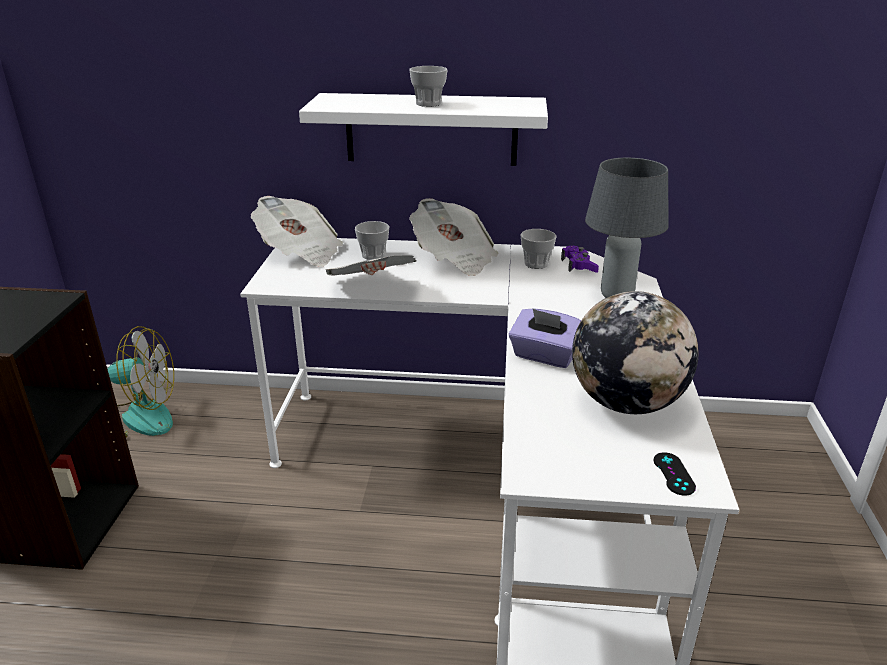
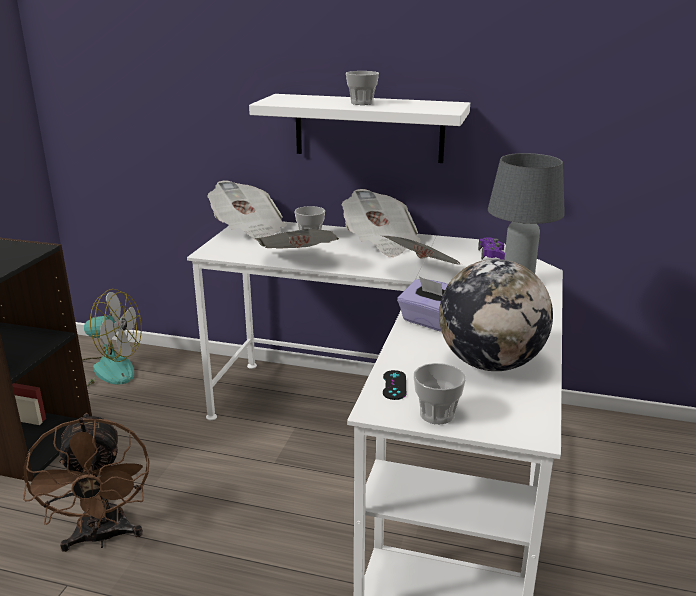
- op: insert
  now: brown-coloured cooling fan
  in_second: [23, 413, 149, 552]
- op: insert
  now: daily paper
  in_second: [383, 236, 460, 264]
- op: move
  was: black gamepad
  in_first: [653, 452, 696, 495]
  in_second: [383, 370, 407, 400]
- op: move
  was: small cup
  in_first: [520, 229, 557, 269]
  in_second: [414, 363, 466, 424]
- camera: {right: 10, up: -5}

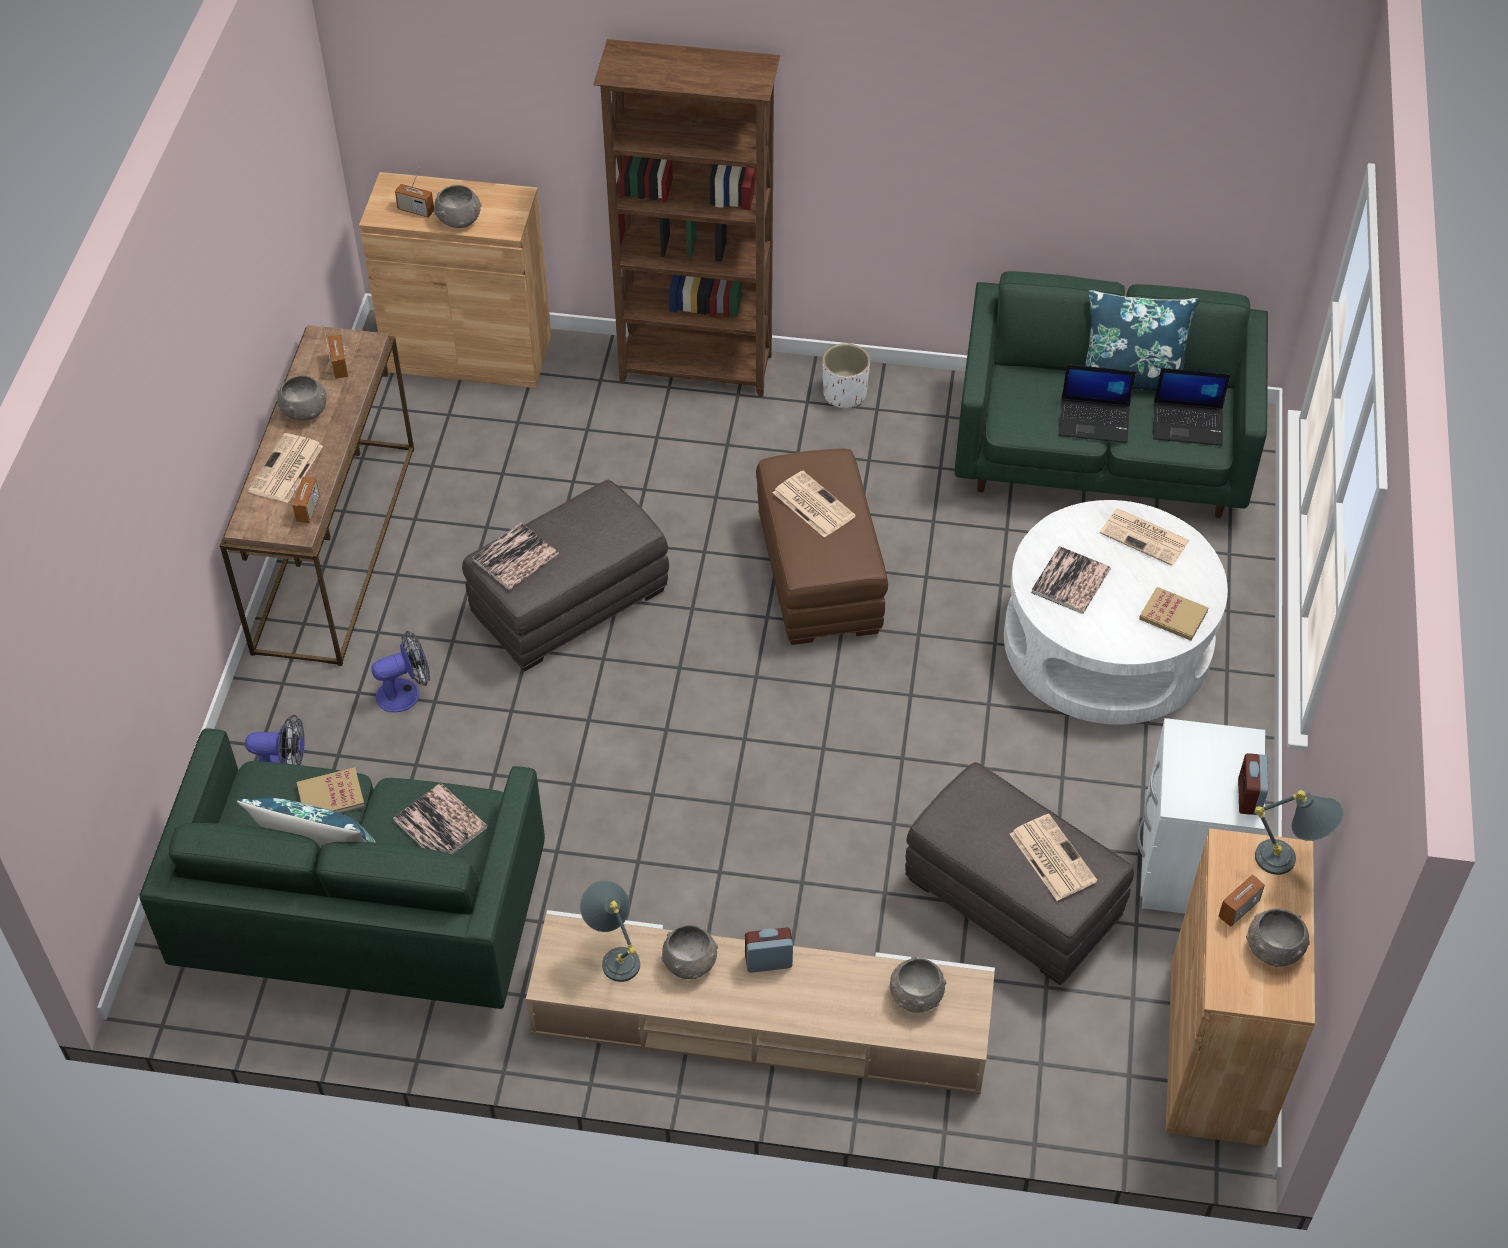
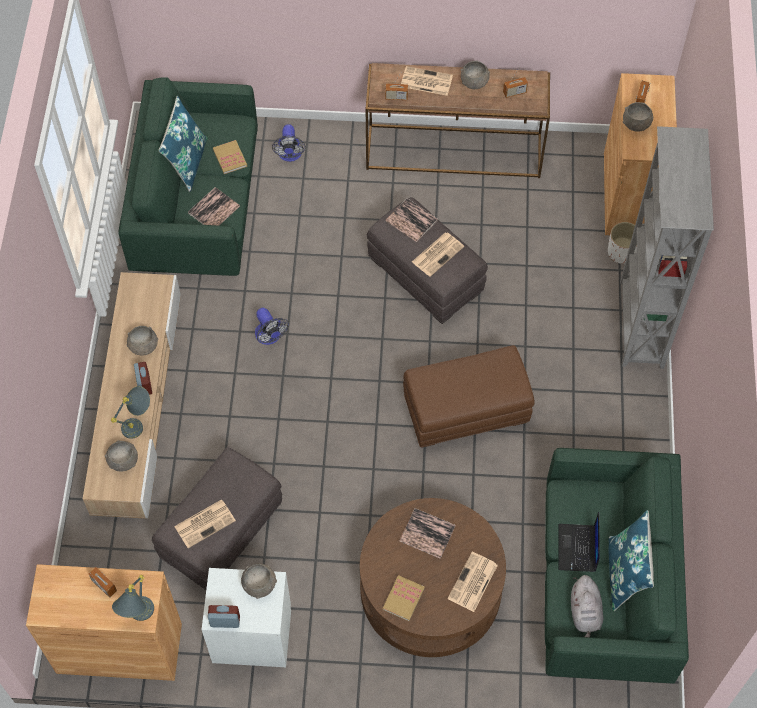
- op: move
  was: grey tabletop lamp
  in_first: [580, 880, 640, 982]
  in_second: [111, 386, 150, 439]
- op: move
  was: grey bowl
  in_first: [1246, 908, 1310, 967]
  in_second: [241, 563, 277, 599]
- op: move
  was: cooling fan
  in_first: [371, 631, 430, 712]
  in_second: [255, 308, 289, 345]
- op: recolor
  was: white lounge table
  now: brown-coloured lounge table
  in_first: [1004, 500, 1228, 725]
  in_second: [360, 498, 506, 657]
- op: move
  was: daily paper
  in_first: [773, 471, 856, 538]
  in_second: [412, 232, 464, 277]
- op: replace
  was: laptop
  now: grey cuddly toy
  in_first: [1153, 368, 1231, 446]
  in_second: [571, 575, 604, 637]
- op: move
  was: white flower pot
  in_first: [822, 343, 870, 408]
  in_second: [608, 222, 637, 264]
- op: recolor
  was: brown-coloured bookcase
  now: grey bookcase
  in_first: [593, 39, 780, 397]
  in_second: [620, 126, 714, 369]
- camera: {right: 85, up: 10}

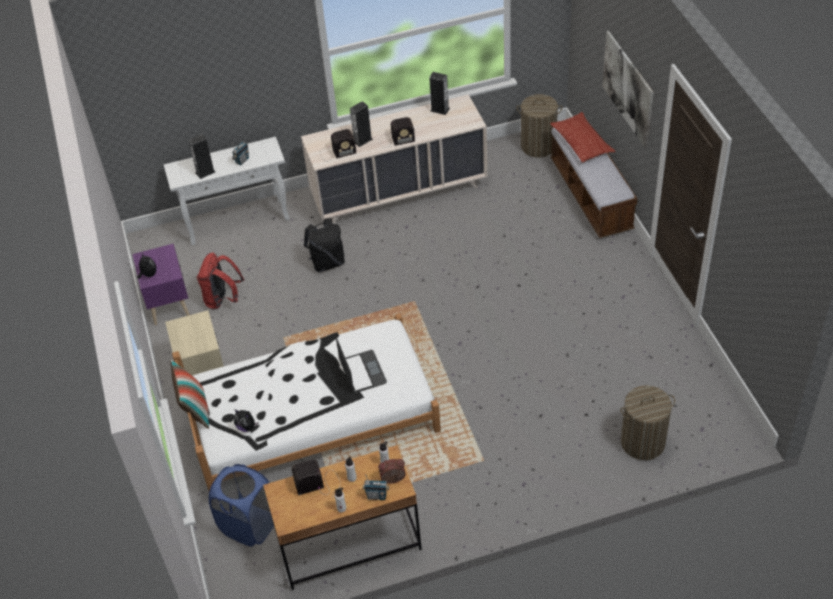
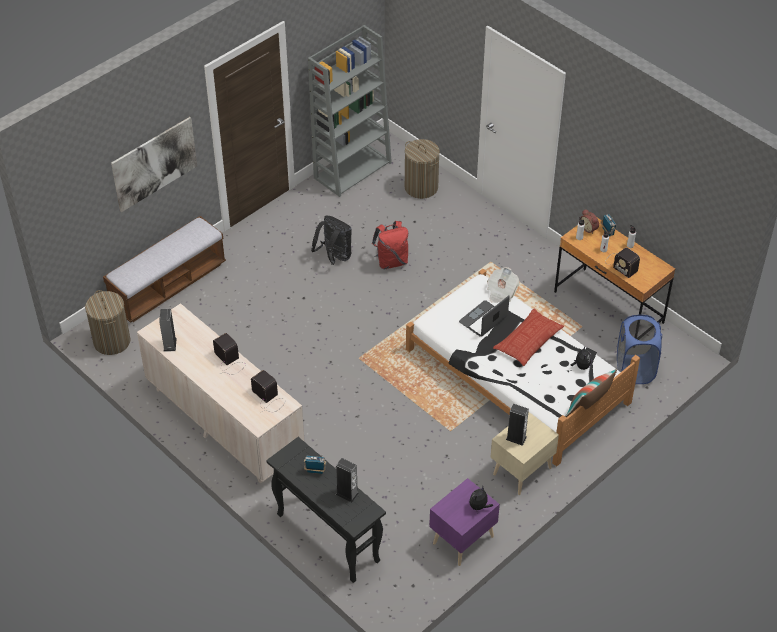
- op: recolor
  was: white hall table
  now: black hall table
  in_first: [164, 137, 290, 245]
  in_second: [266, 437, 386, 583]
- op: insert
  now: grey bookcase
  in_second: [308, 25, 392, 197]
- op: move
  was: black backpack
  in_first: [304, 219, 345, 272]
  in_second: [311, 216, 352, 265]
- op: move
  was: reddish backpack
  in_first: [197, 252, 244, 310]
  in_second: [372, 221, 408, 269]
- op: insert
  now: daily paper
  in_second: [487, 267, 520, 303]
- op: move
  was: cushion
  in_first: [550, 112, 615, 163]
  in_second: [493, 308, 564, 366]
- op: move
  was: speaker
  in_first: [350, 101, 373, 147]
  in_second: [506, 404, 529, 446]
- camera: {right: -120, up: 0}

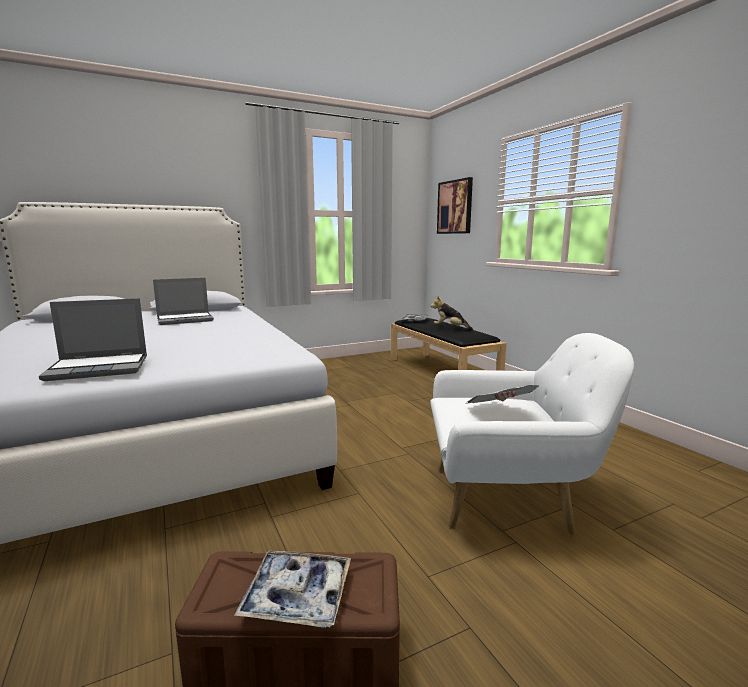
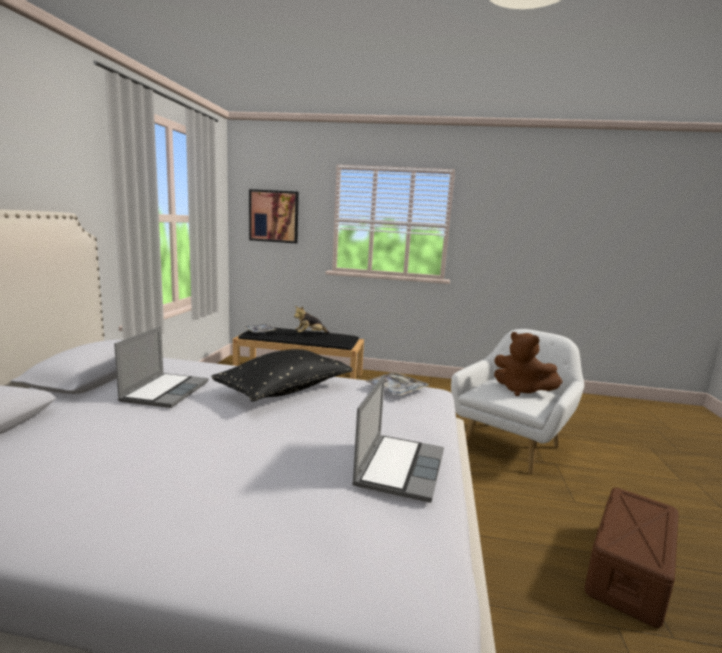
- op: insert
  now: black cushion
  in_second: [211, 349, 352, 402]
- op: move
  was: serving tray
  in_first: [234, 551, 351, 628]
  in_second: [366, 372, 429, 396]
- op: replace
  was: daily paper
  now: brown-coloured cuddly toy
  in_first: [468, 385, 539, 403]
  in_second: [494, 332, 562, 396]
- camera: {right: -55, up: 0}

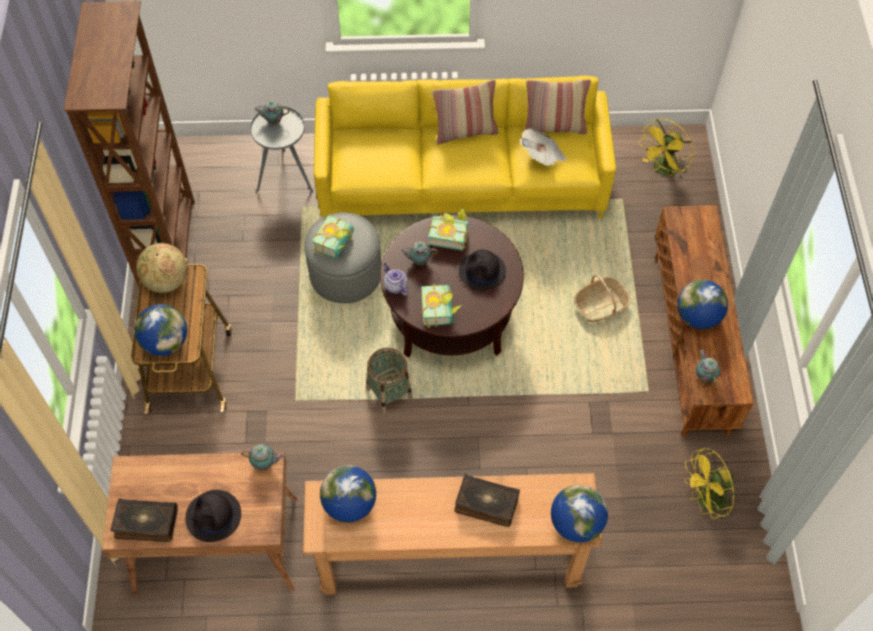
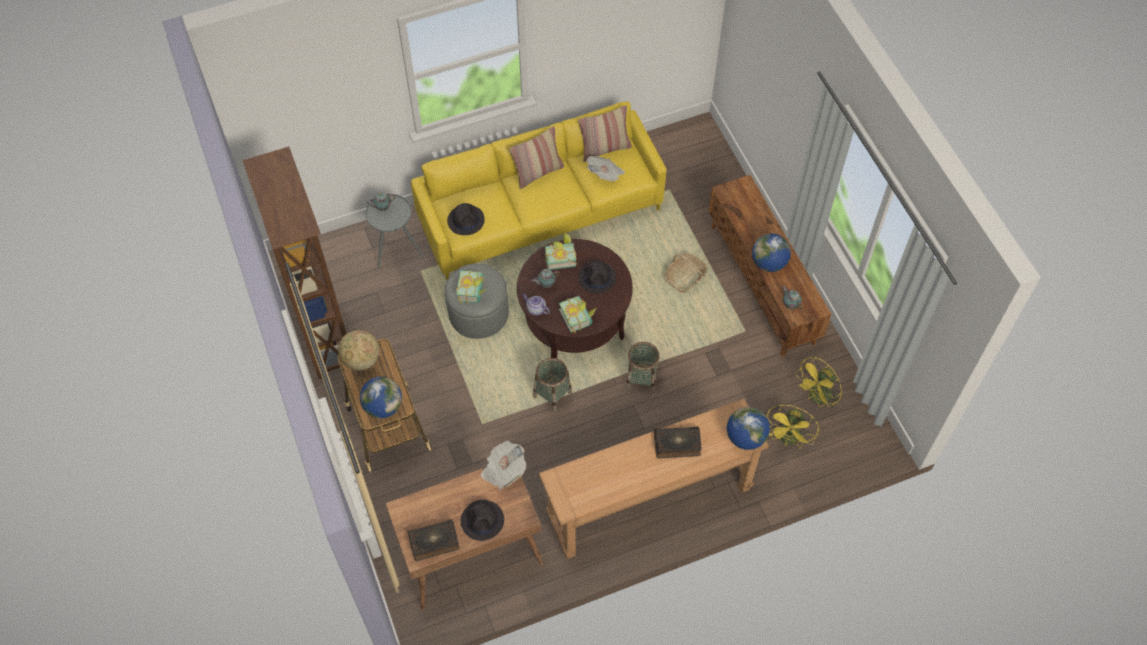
- op: insert
  now: black hat
  in_second: [447, 203, 485, 235]
- op: replace
  was: pot for tea
  now: daily paper
  in_first: [241, 444, 284, 470]
  in_second: [481, 441, 526, 490]
- op: insert
  now: household basket
  in_second: [626, 342, 659, 393]
- op: move
  was: yellow-coloured cooling fan
  in_first: [639, 119, 694, 180]
  in_second: [767, 405, 819, 448]
- op: delete
  was: globe
  in_first: [320, 465, 376, 522]
- camera: {right: -20, up: 0}

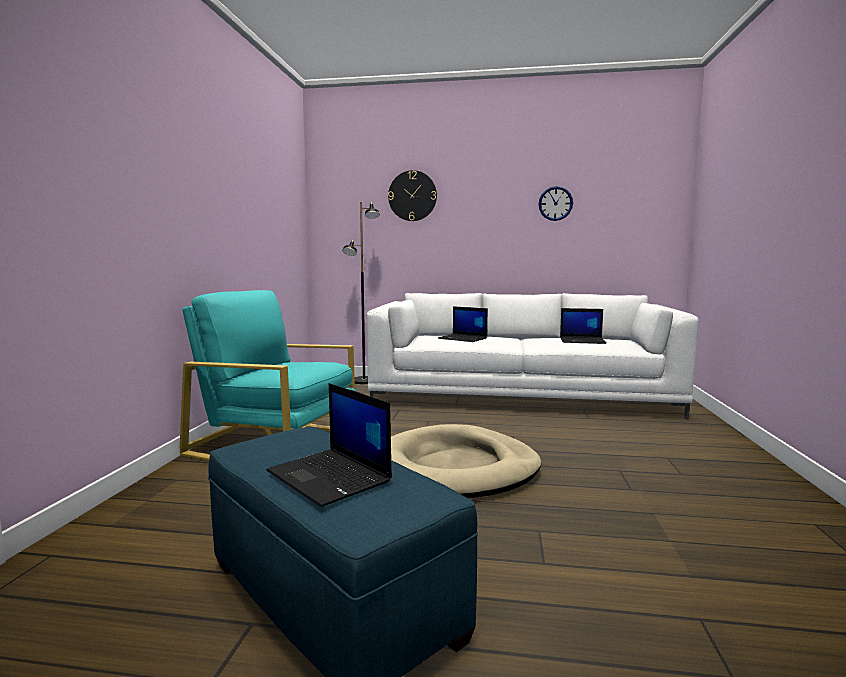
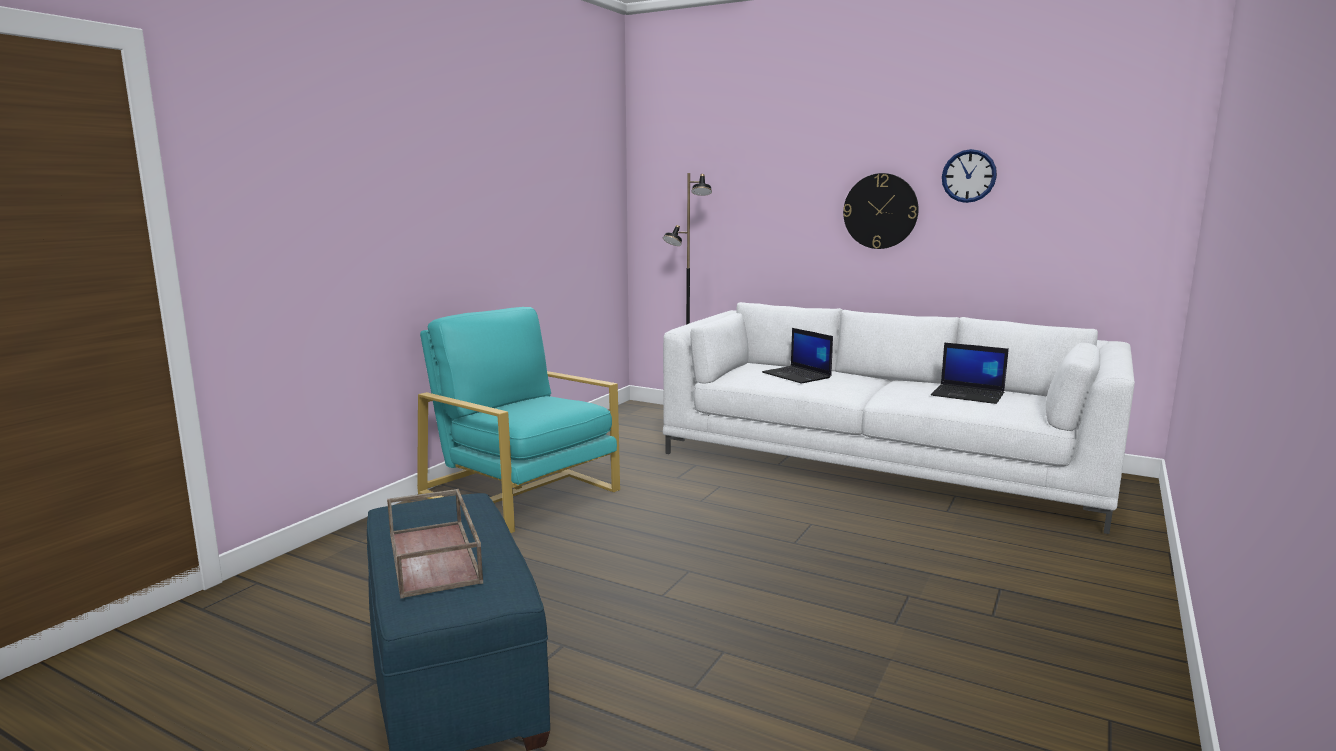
- op: replace
  was: laptop
  now: brown-coloured serving tray
  in_first: [266, 383, 392, 507]
  in_second: [387, 489, 483, 599]
- op: move
  was: wall clock
  in_first: [388, 170, 437, 221]
  in_second: [843, 173, 919, 249]
- op: delete
  was: sand-coloured dog bed
  in_first: [391, 424, 541, 498]
- camera: {right: 20, up: 5}

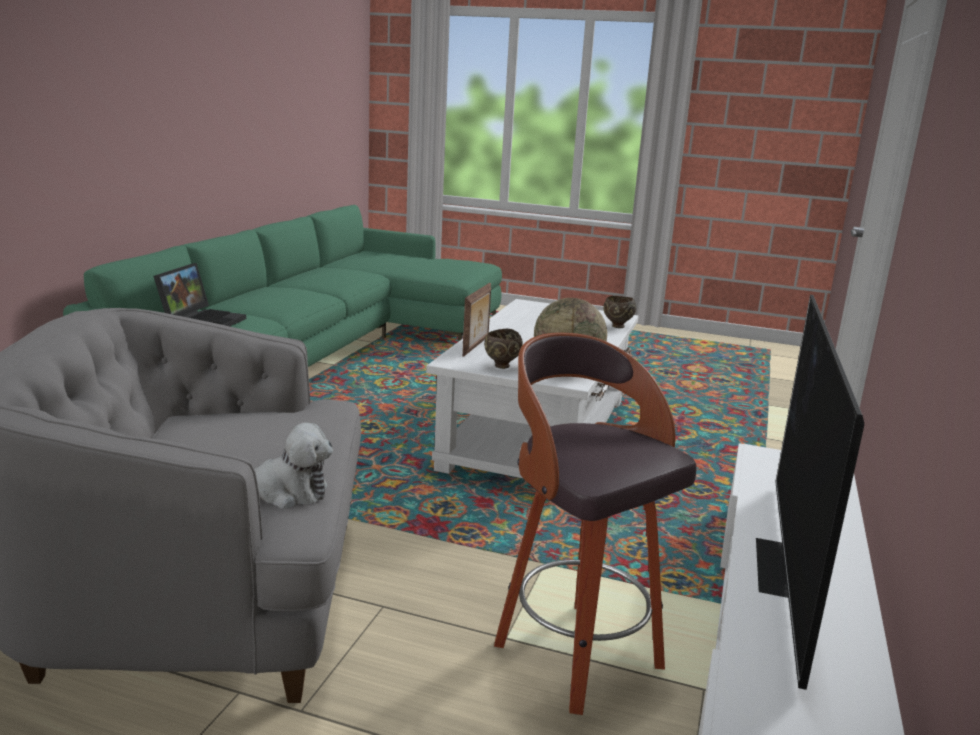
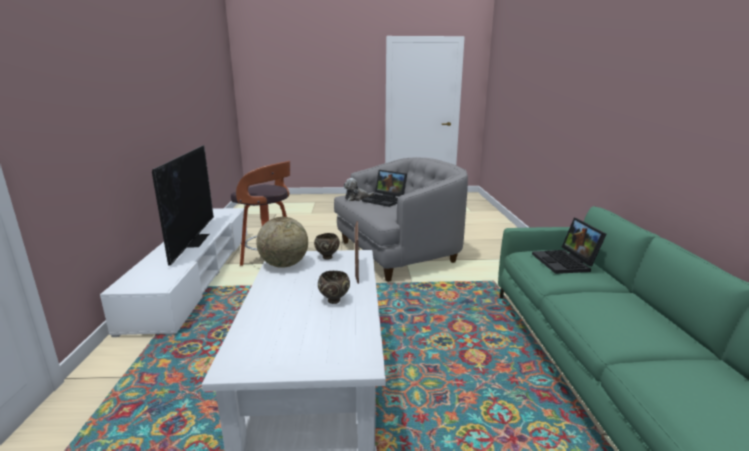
- op: move
  was: brown-coloured bowl
  in_first: [603, 296, 636, 328]
  in_second: [318, 271, 350, 304]
- op: insert
  now: laptop
  in_second: [362, 170, 407, 207]
- camera: {right: 160, up: 0}

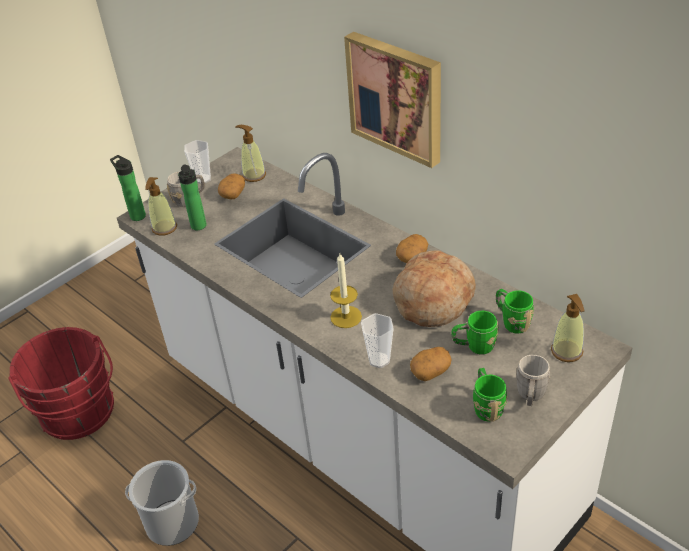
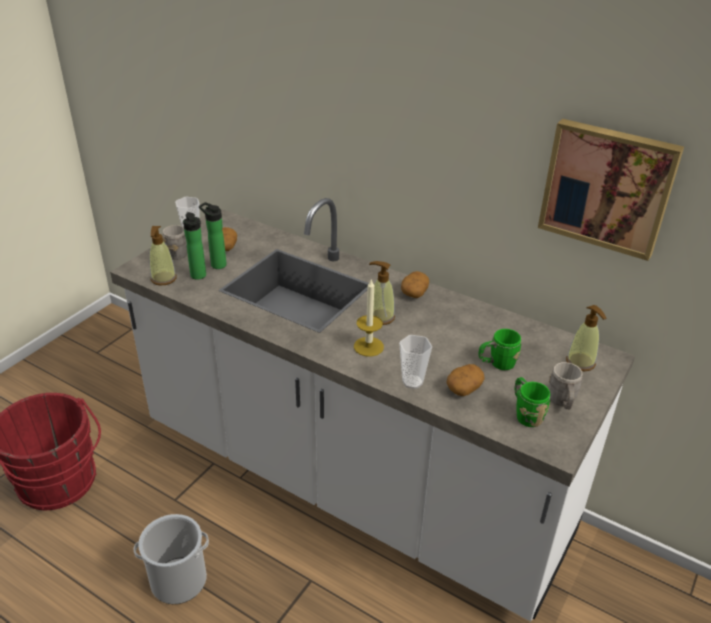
- op: move
  was: bottle
  in_first: [110, 155, 146, 221]
  in_second: [199, 202, 227, 269]
- op: move
  was: liquid soap bottle
  in_first: [235, 125, 266, 182]
  in_second: [369, 261, 395, 325]
- op: move
  was: wall art
  in_first: [344, 32, 441, 168]
  in_second: [538, 119, 684, 261]
- op: delete
  was: bakery bread
  in_first: [393, 251, 476, 327]
- op: delete
  was: greenish mug
  in_first: [496, 289, 534, 334]
- camera: {right: -15, up: -5}

